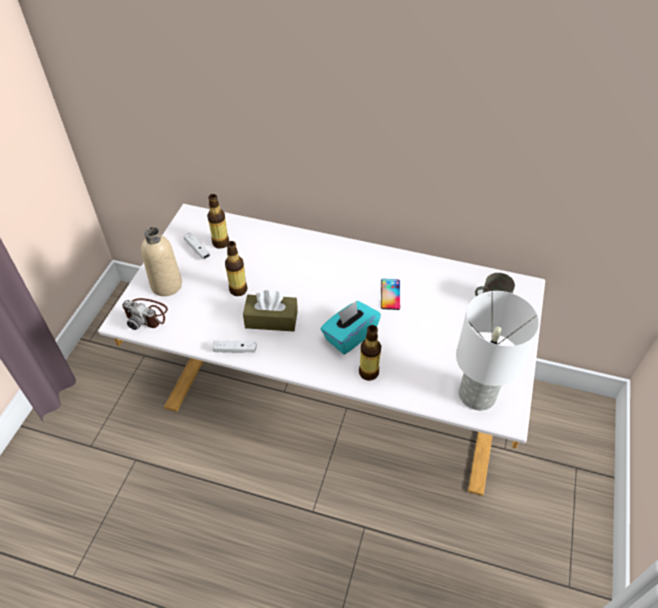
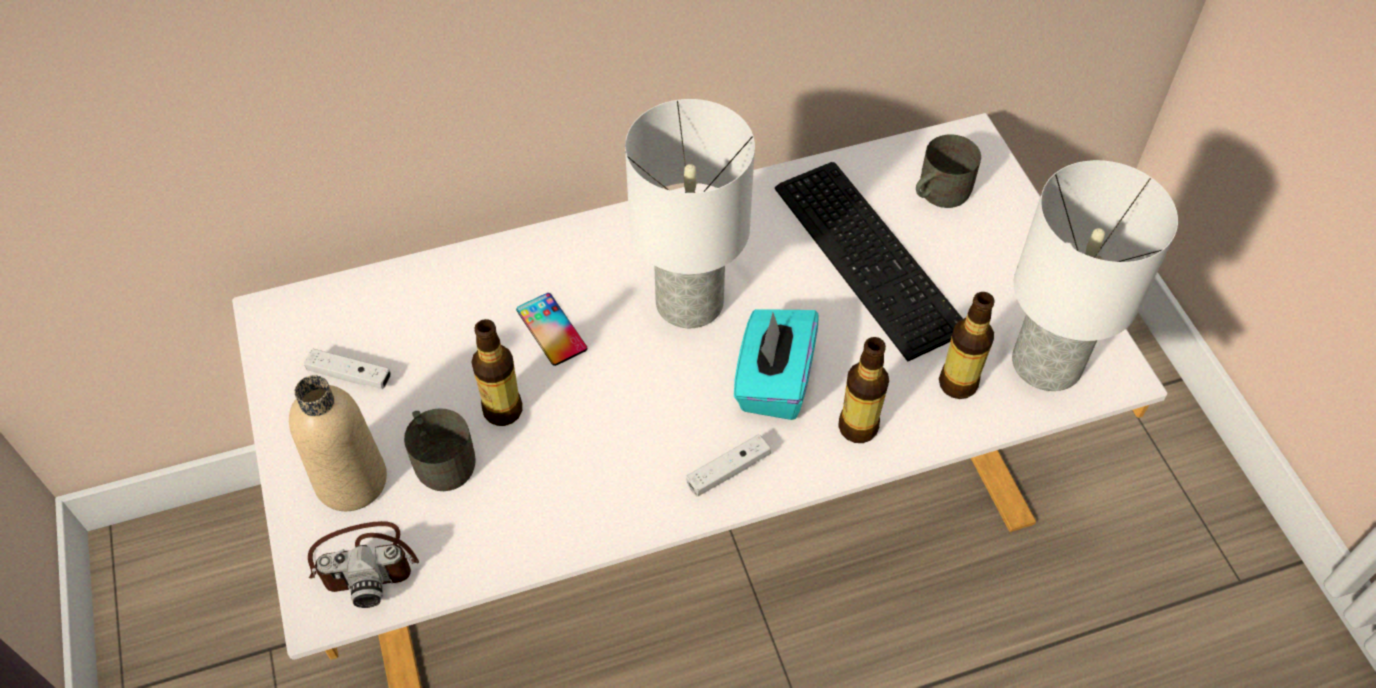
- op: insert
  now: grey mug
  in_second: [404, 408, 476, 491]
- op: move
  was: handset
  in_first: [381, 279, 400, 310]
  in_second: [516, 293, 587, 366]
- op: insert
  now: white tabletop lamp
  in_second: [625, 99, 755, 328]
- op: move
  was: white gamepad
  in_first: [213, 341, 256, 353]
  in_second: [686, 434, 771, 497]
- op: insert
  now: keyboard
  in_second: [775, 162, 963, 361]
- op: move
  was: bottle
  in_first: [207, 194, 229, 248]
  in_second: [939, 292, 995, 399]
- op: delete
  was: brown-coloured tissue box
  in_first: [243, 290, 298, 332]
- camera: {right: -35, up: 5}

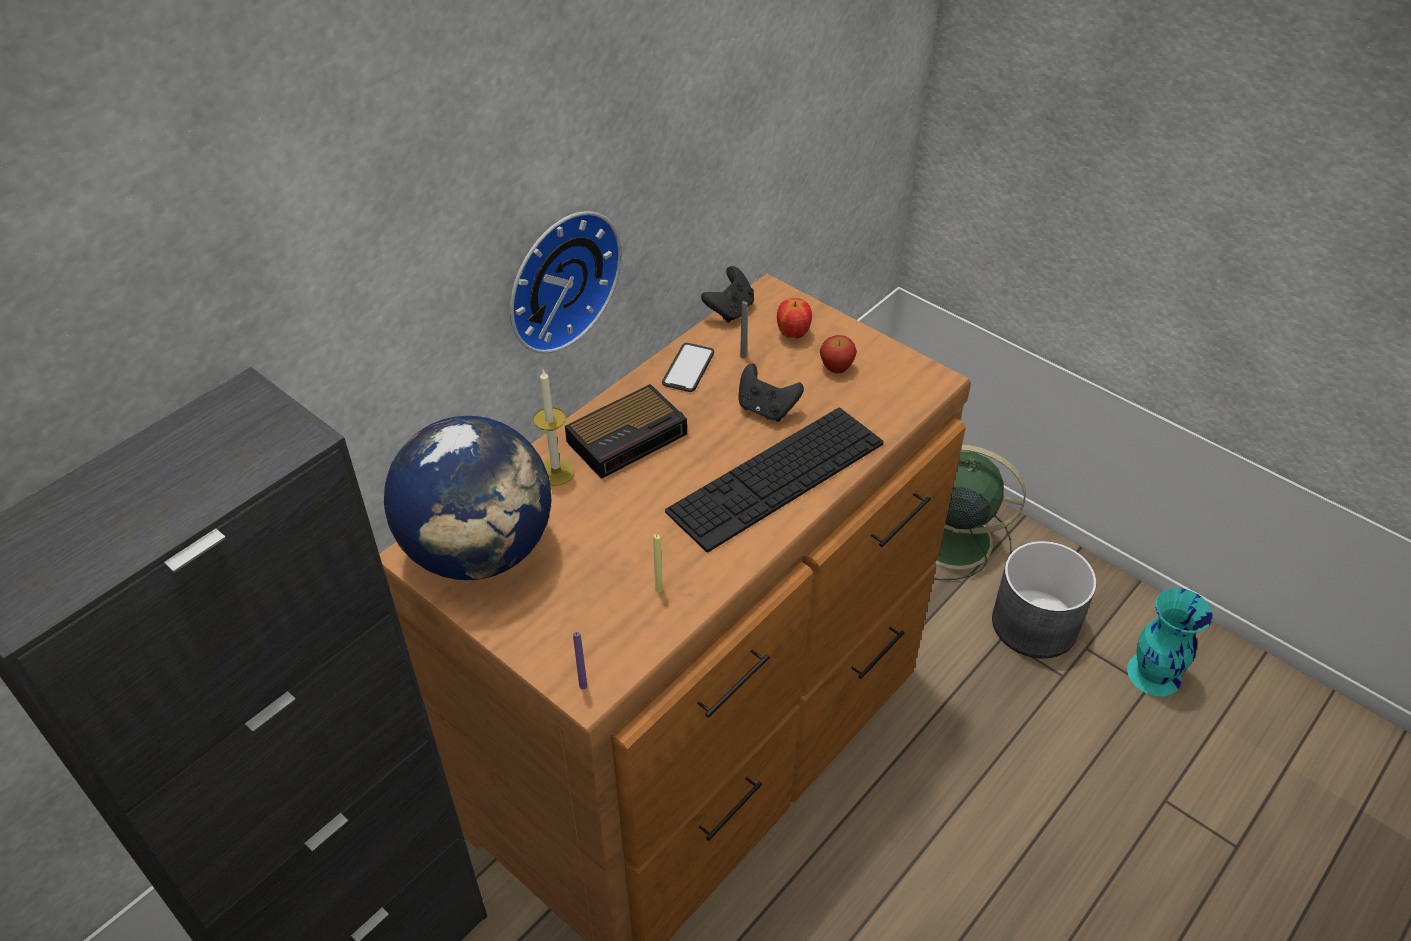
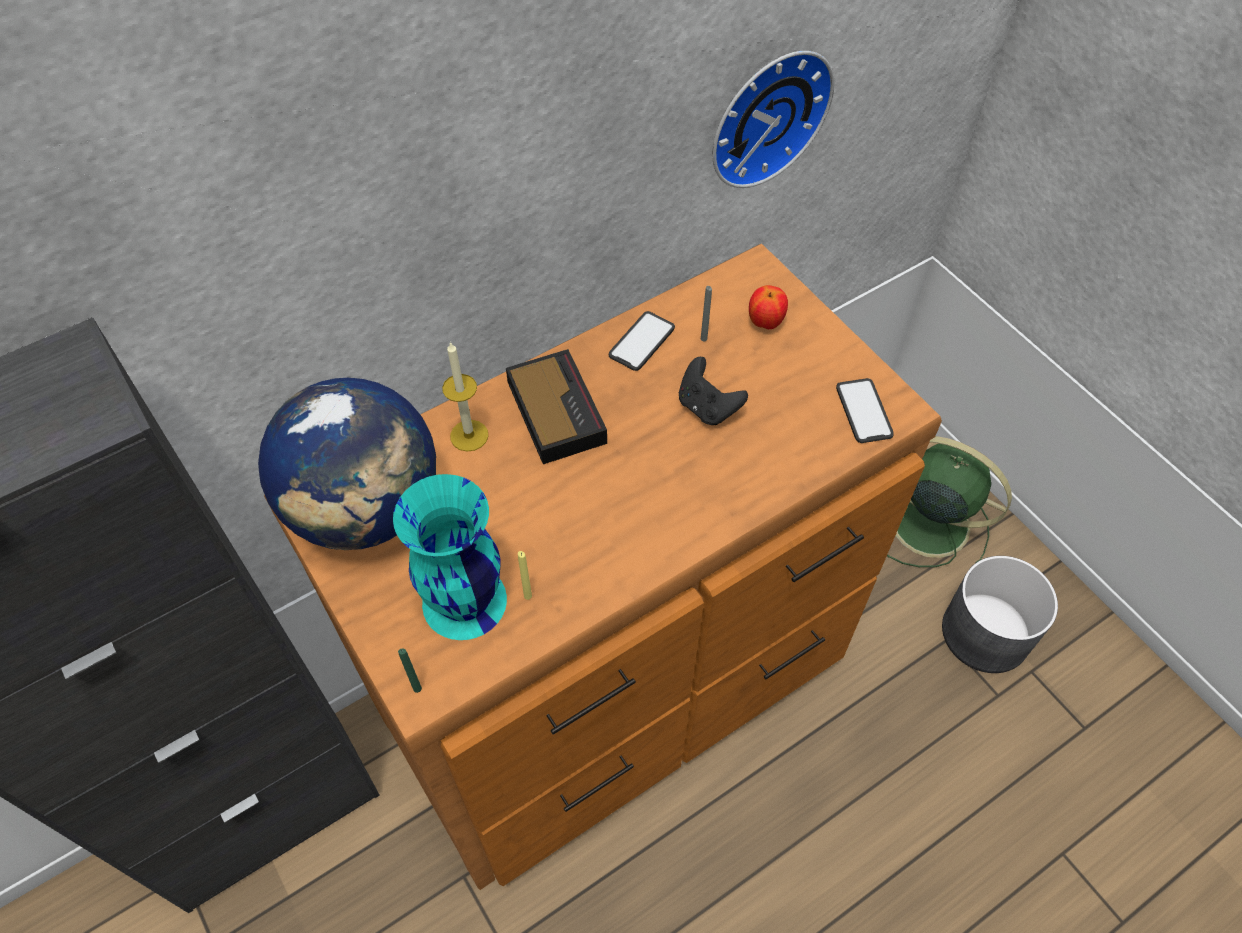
- op: move
  was: turquoise vase
  in_first: [1127, 588, 1212, 696]
  in_second: [393, 474, 507, 640]
- op: recolor
  was: purple-coloured candle
  now: greenish candle
  in_first: [573, 632, 587, 689]
  in_second: [398, 648, 422, 693]
- op: rotate
  was: alarm clock
  in_first: [565, 384, 687, 479]
  in_second: [506, 349, 607, 464]
  clockwise: -90
- op: move
  was: wall clock
  in_first: [510, 211, 622, 354]
  in_second: [712, 51, 834, 188]
- op: insert
  now: handset
  in_second: [836, 378, 894, 443]
- op: delete
  was: keyboard
  in_first: [665, 407, 884, 552]
- op: delete
  was: black gamepad
  in_first: [701, 266, 754, 323]
- op: delete
  was: whole apple
  in_first: [820, 335, 857, 373]
- camera: {right: 15, up: 10}

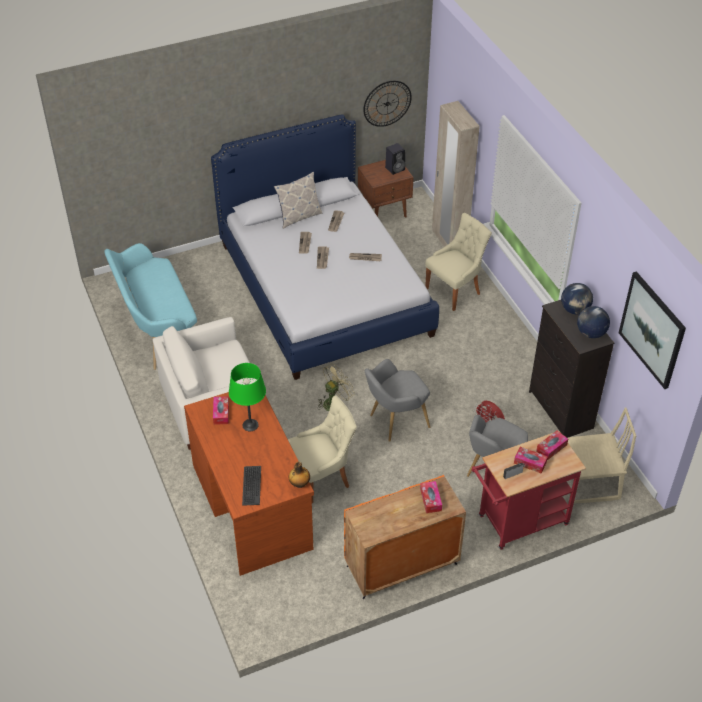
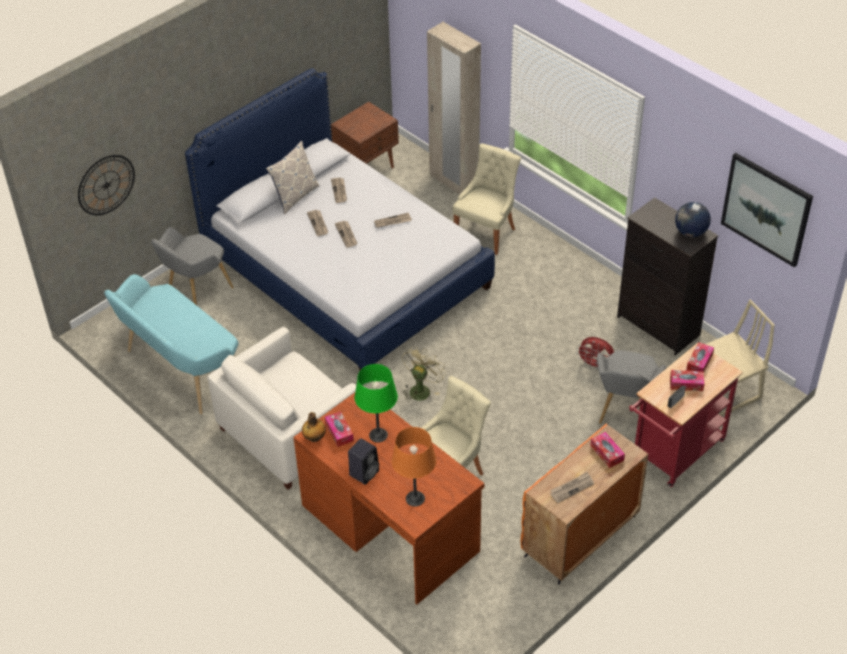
- op: move
  was: wall clock
  in_first: [363, 81, 412, 127]
  in_second: [78, 155, 135, 215]
- op: move
  was: grey easy chair
  in_first: [365, 359, 430, 442]
  in_second: [151, 227, 234, 305]
- op: move
  was: bottle
  in_first: [289, 461, 310, 488]
  in_second: [302, 412, 326, 442]
- op: move
  was: black speaker
  in_first: [385, 143, 405, 175]
  in_second: [348, 438, 379, 485]
- op: replace
  was: keyboard
  now: orangey tabletop lamp
  in_first: [242, 466, 261, 506]
  in_second: [392, 427, 437, 507]
- op: insert
  now: daily paper
  in_second: [550, 472, 594, 503]
- op: delete
  was: globe
  in_first: [561, 283, 593, 315]
- camera: {right: -20, up: 0}

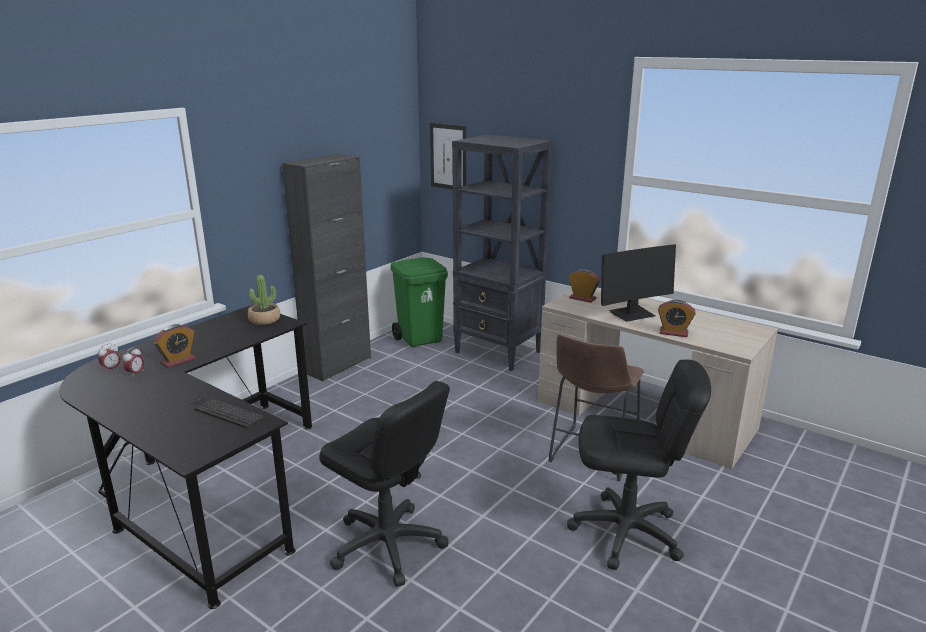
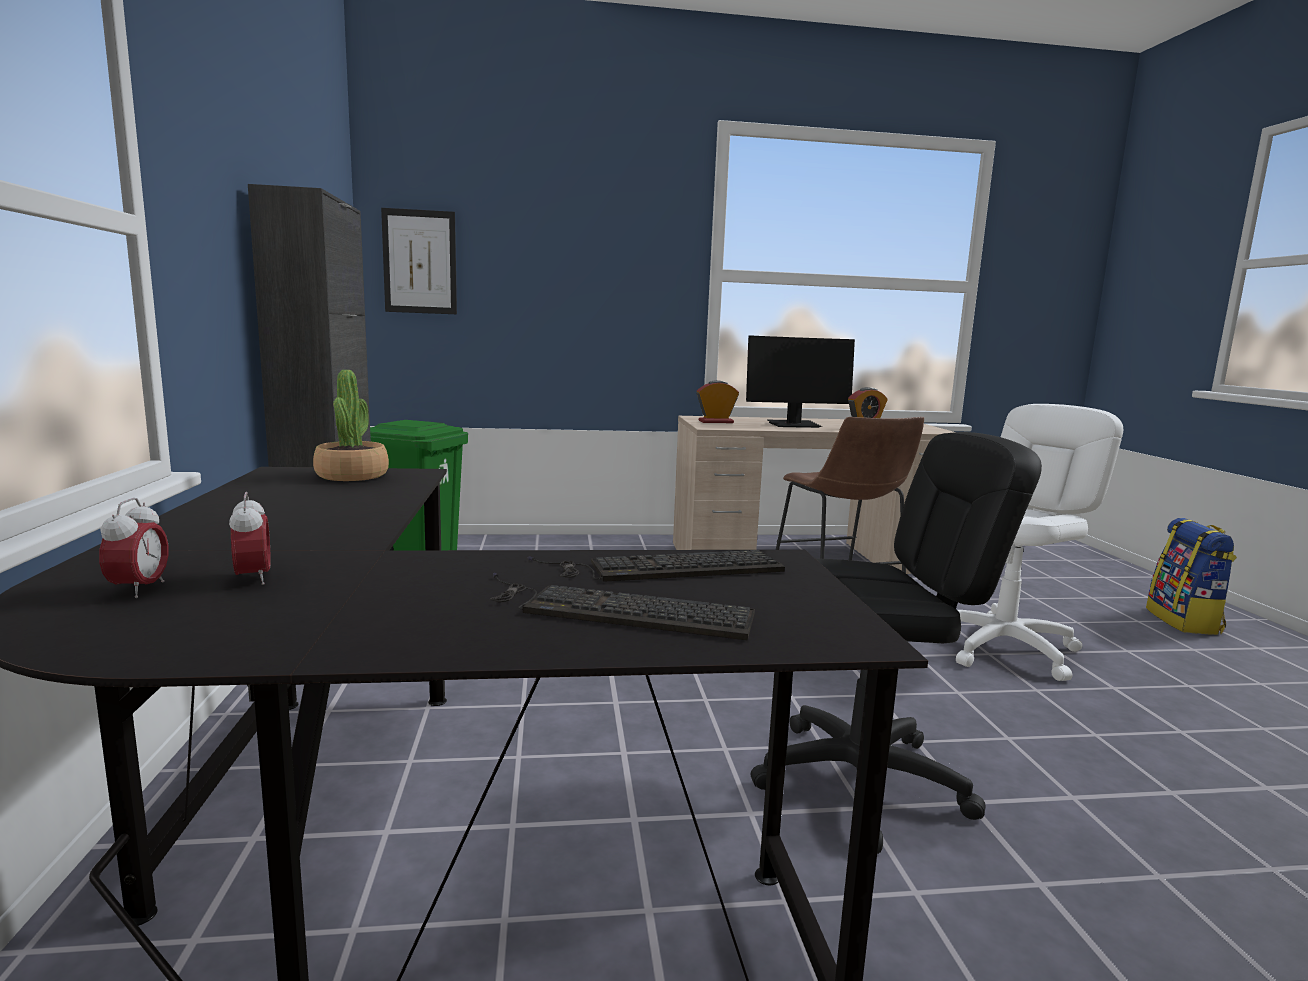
- op: insert
  now: keyboard
  in_second: [490, 573, 755, 640]
- op: rotate
  was: monitor
  in_first: [601, 244, 676, 322]
  in_second: [746, 335, 855, 428]
  clockwise: 60
- op: recolor
  was: black desk chair
  now: white desk chair
  in_first: [567, 360, 711, 570]
  in_second: [956, 404, 1123, 681]
- op: insert
  now: backpack
  in_second: [1146, 518, 1237, 635]
- op: delete
  was: alarm clock
  in_first: [153, 324, 196, 368]
- op: delete
  was: black bookcase
  in_first: [452, 134, 553, 371]
- camera: {right: -45, up: -10}

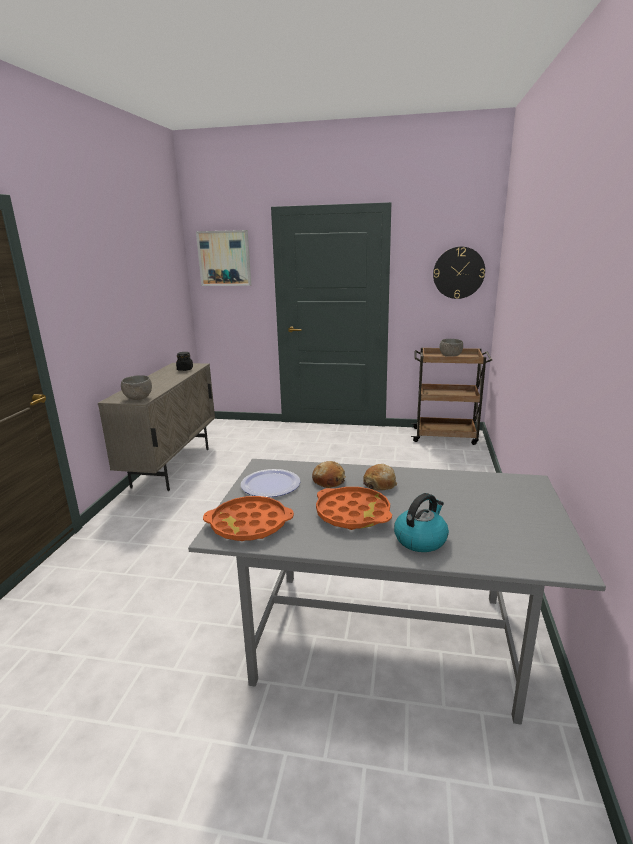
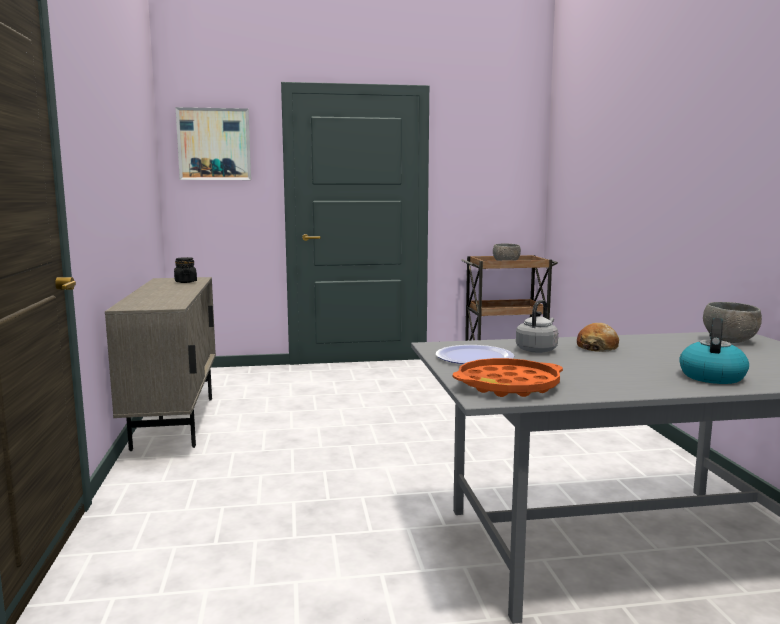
- op: replace
  was: bakery bread
  now: grey kettle
  in_first: [312, 461, 346, 488]
  in_second: [516, 300, 558, 353]
- op: move
  was: grey bowl
  in_first: [121, 375, 152, 400]
  in_second: [703, 302, 762, 343]
- op: delete
  was: orangey serving tray
  in_first: [316, 487, 392, 530]
- op: delete
  was: wall clock
  in_first: [433, 247, 485, 299]
- camera: {right: -20, up: -10}

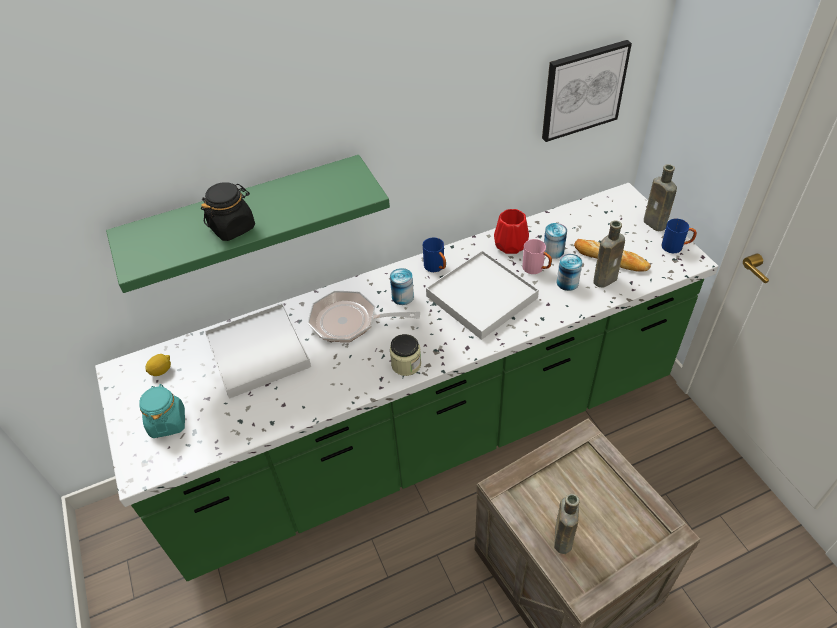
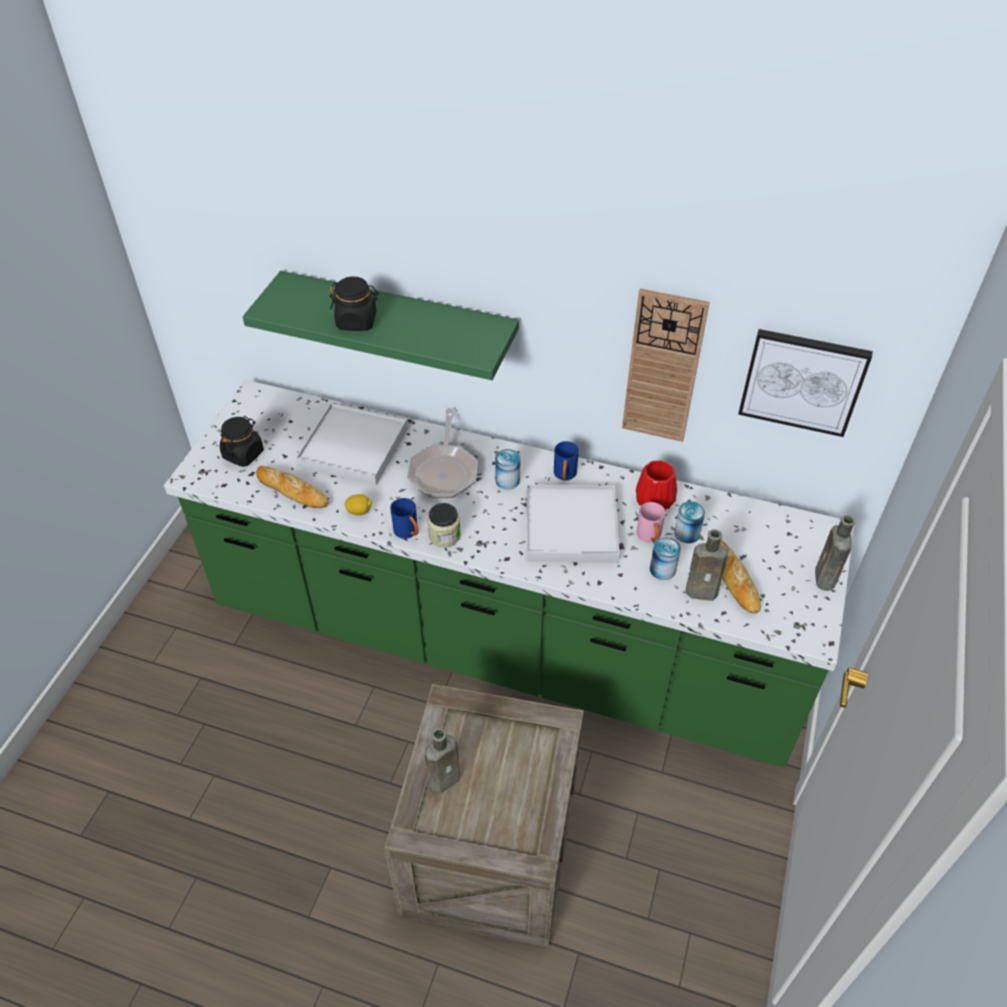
- op: recolor
  was: turquoise jar
  now: black jar
  in_first: [139, 384, 185, 438]
  in_second: [220, 416, 264, 467]
- op: insert
  now: bakery bread
  in_second: [256, 466, 329, 508]
- op: move
  was: lemon
  in_first: [145, 354, 171, 376]
  in_second: [345, 494, 372, 515]
- op: move
  was: bluish mug
  in_first: [661, 219, 697, 253]
  in_second: [390, 498, 418, 539]
- op: rotate
  was: pan
  in_first: [308, 291, 420, 342]
  in_second: [407, 408, 478, 498]
  clockwise: -135
- op: insert
  now: wall clock
  in_second: [622, 288, 710, 442]
- camera: {right: 40, up: 0}

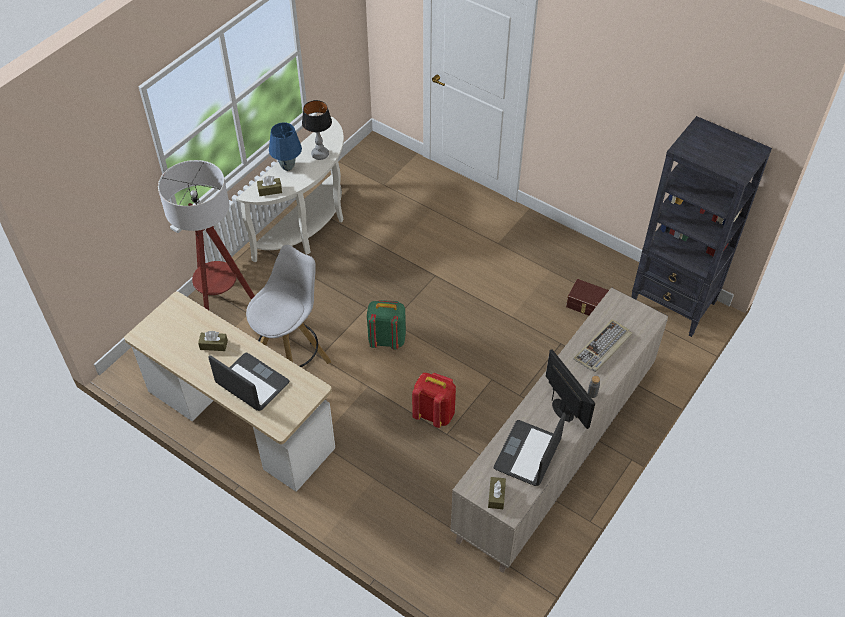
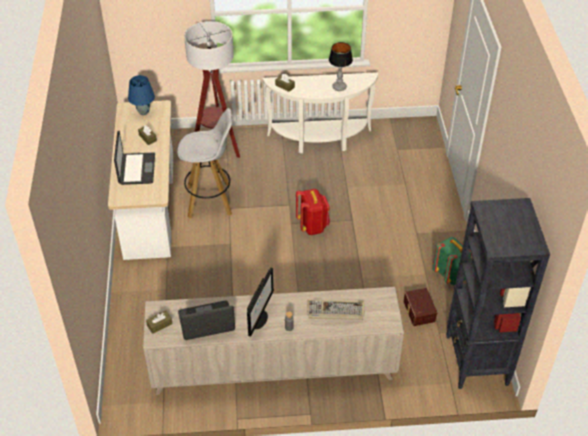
- op: move
  was: bluish tabletop lamp
  in_first: [269, 123, 302, 171]
  in_second: [128, 75, 155, 115]
- op: move
  was: reddish backpack
  in_first: [412, 373, 456, 428]
  in_second: [296, 189, 330, 235]
- op: move
  was: greenish backpack
  in_first: [367, 300, 406, 350]
  in_second: [432, 237, 472, 285]
- camera: {right: 50, up: -5}

